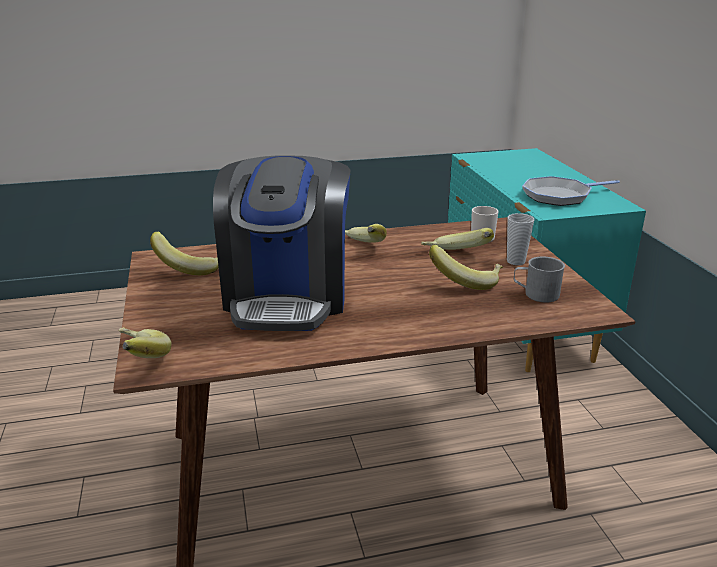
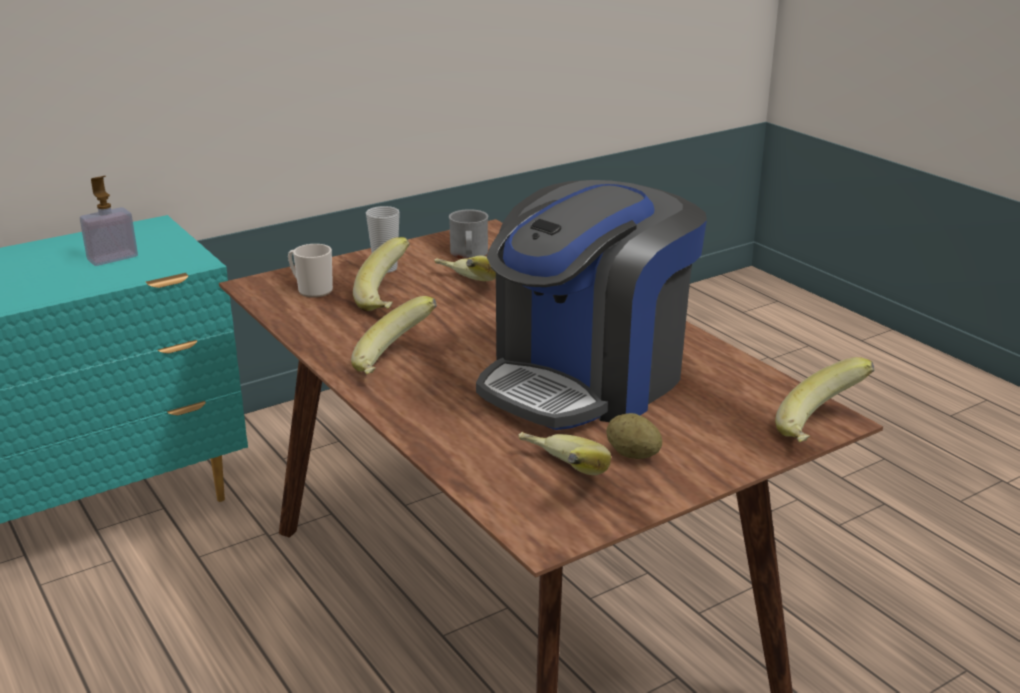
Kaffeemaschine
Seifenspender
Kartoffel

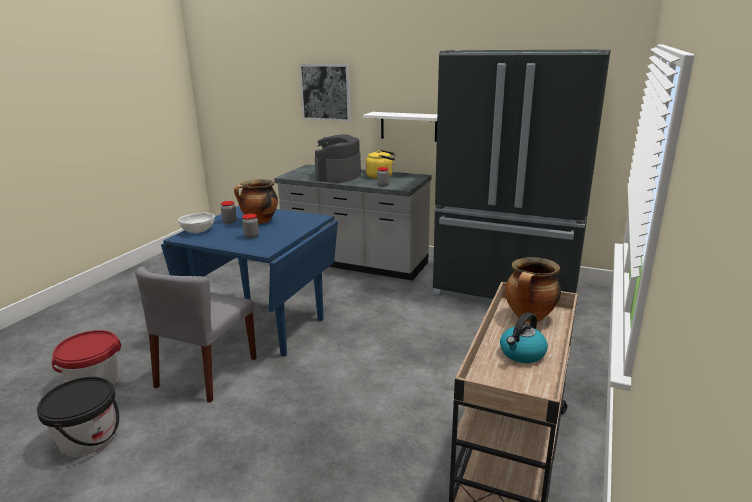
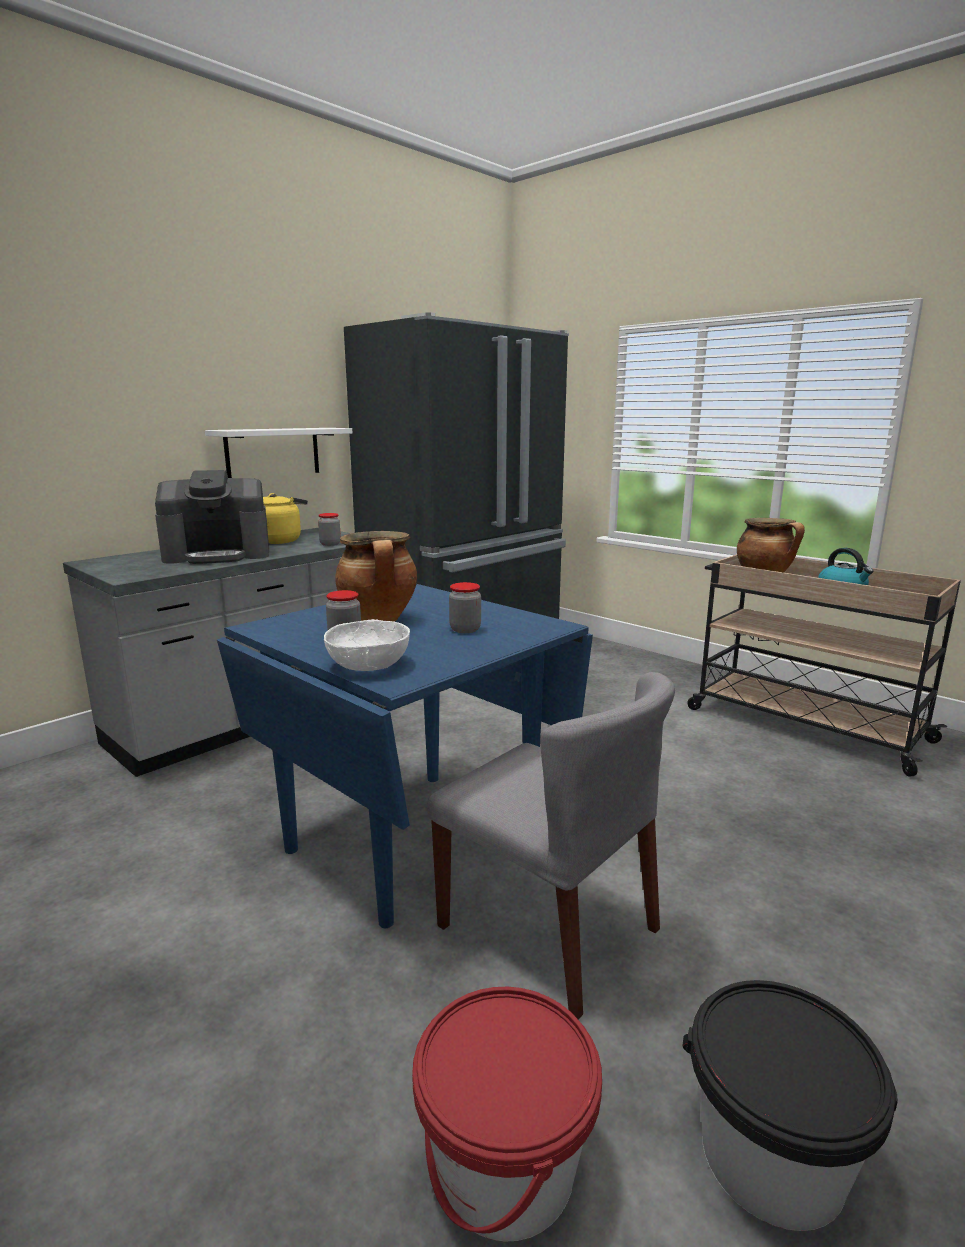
Bild
Kaffeemaschine

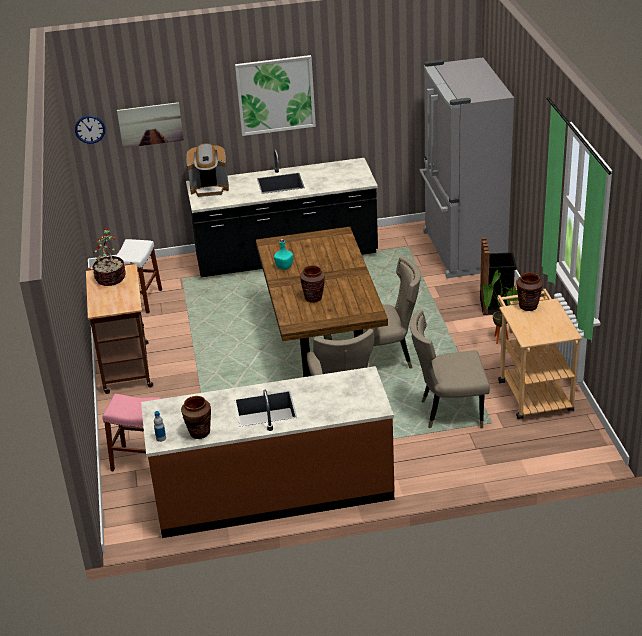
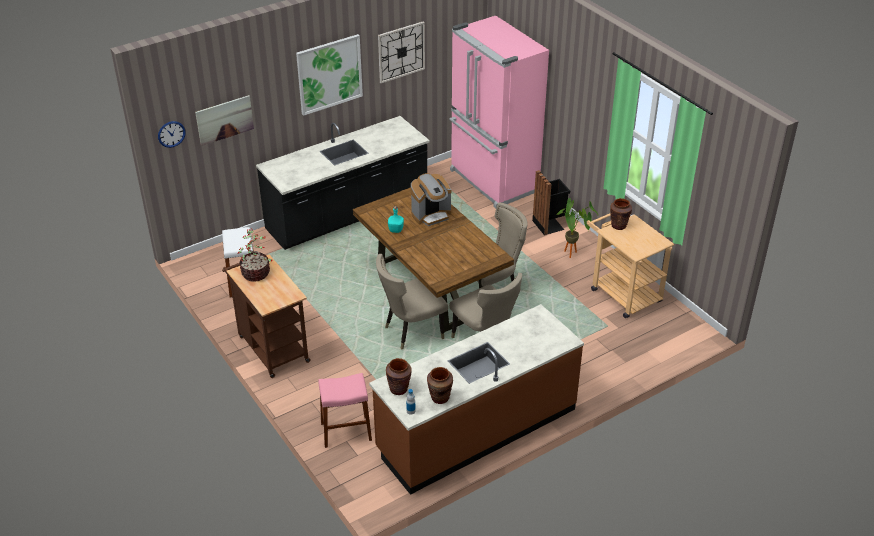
Kaffeemaschine
Vase (braun) (no. 1 from left)
Stuhl (beige) (no. 1 from left)
Kühlschrank (rosa)
Wanduhr (no. 2 from left)

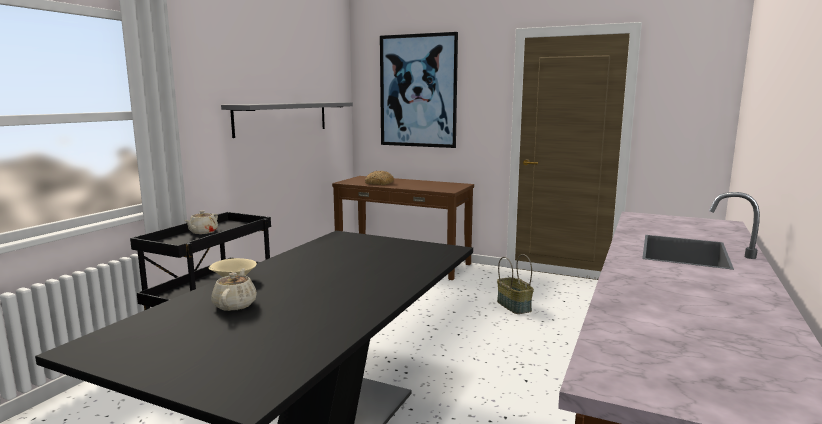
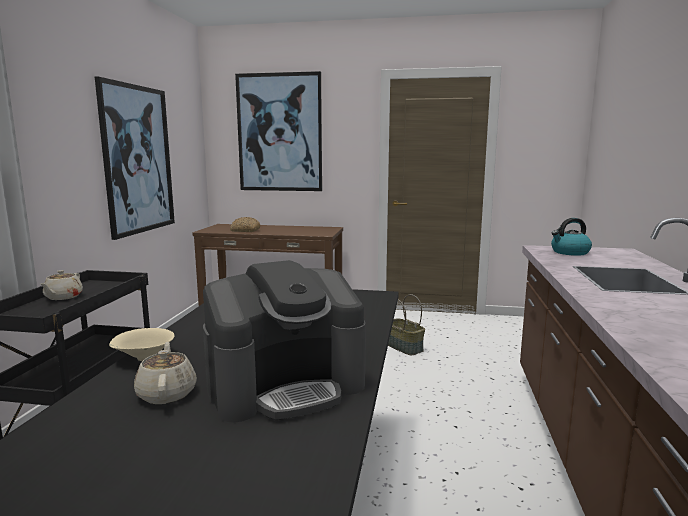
Bild (no. 1 from left)
Kaffeemaschine
Wasserkessel

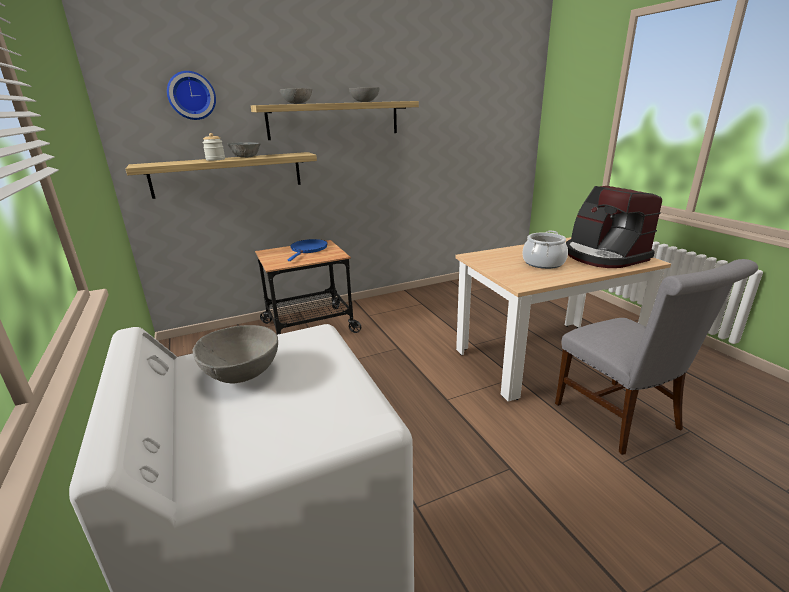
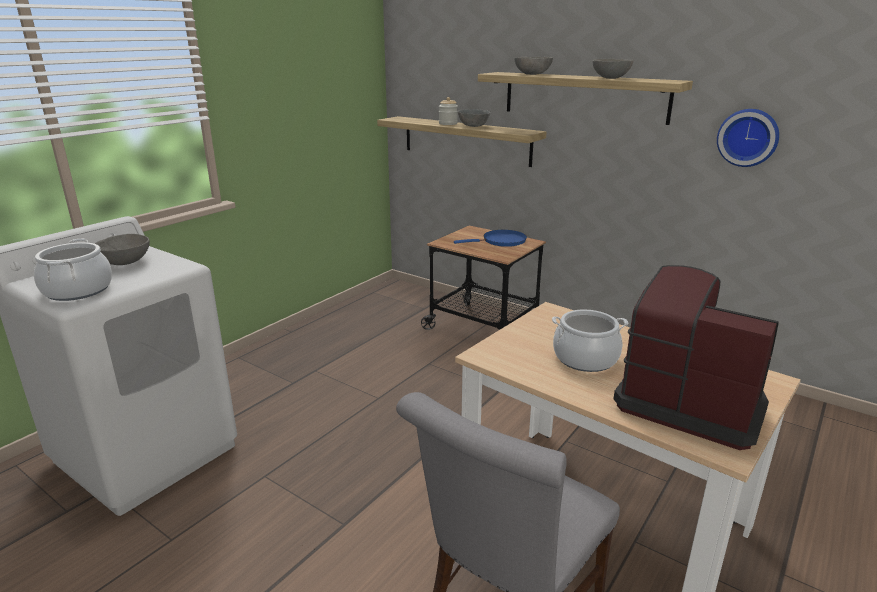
Wanduhr
Kaffeemaschine
Kochtopf (no. 1 from left)

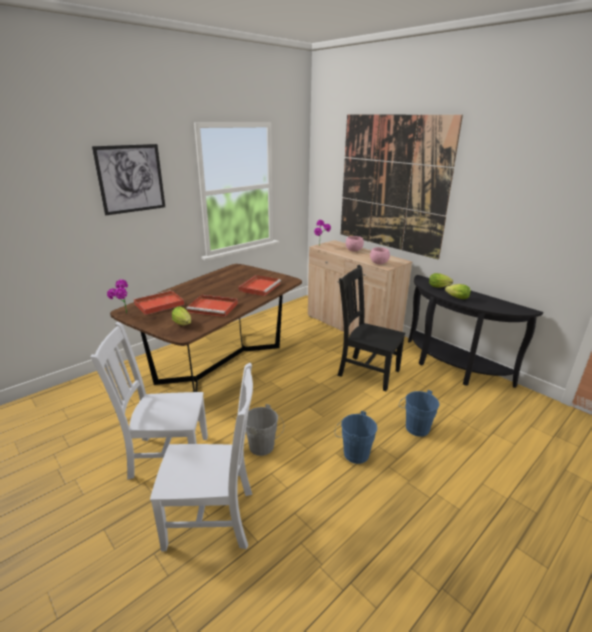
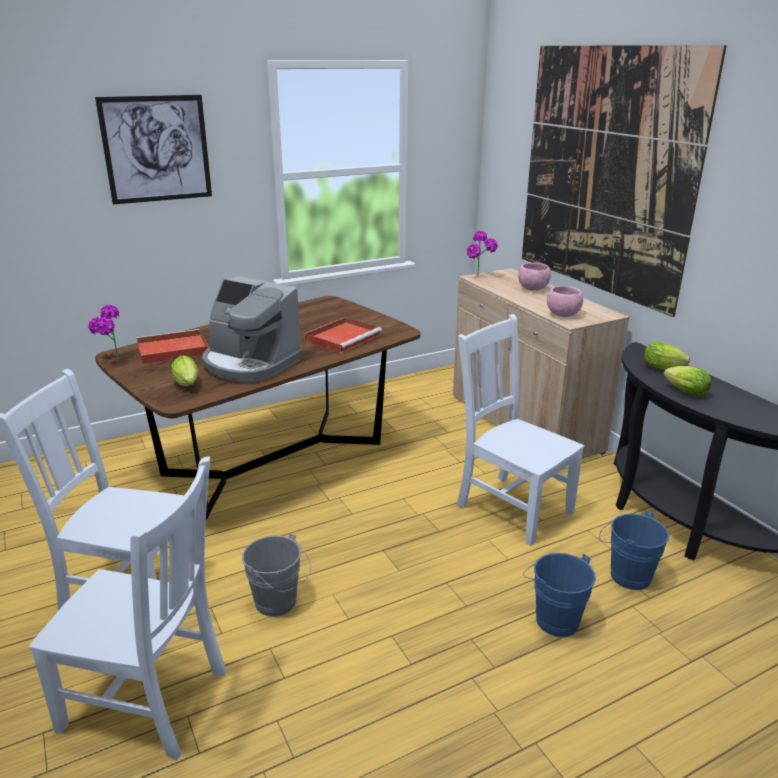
Kaffeemaschine
Eimer (blau) (no. 2 from left)
Stuhl (weiß) (no. 3 from left)

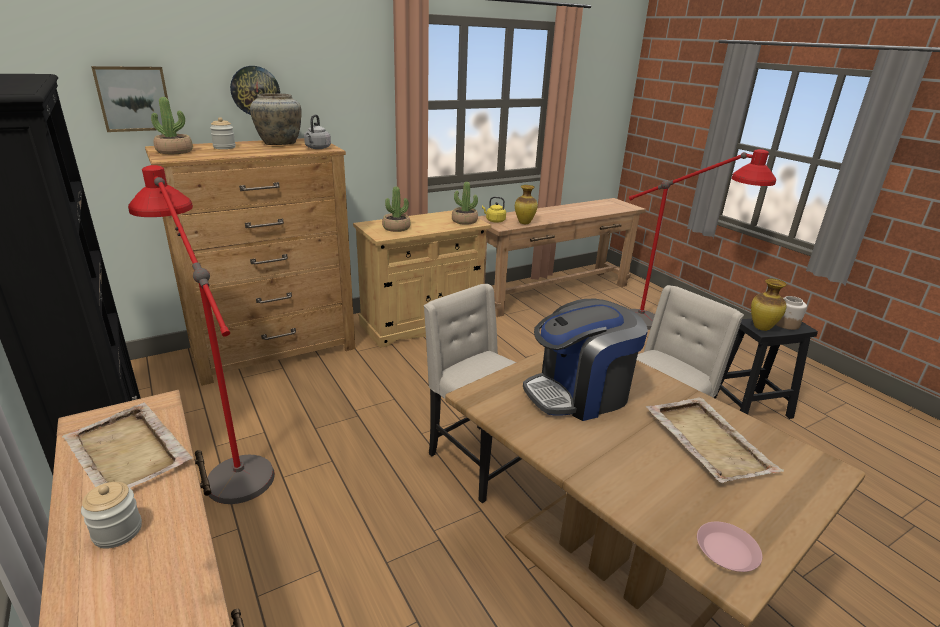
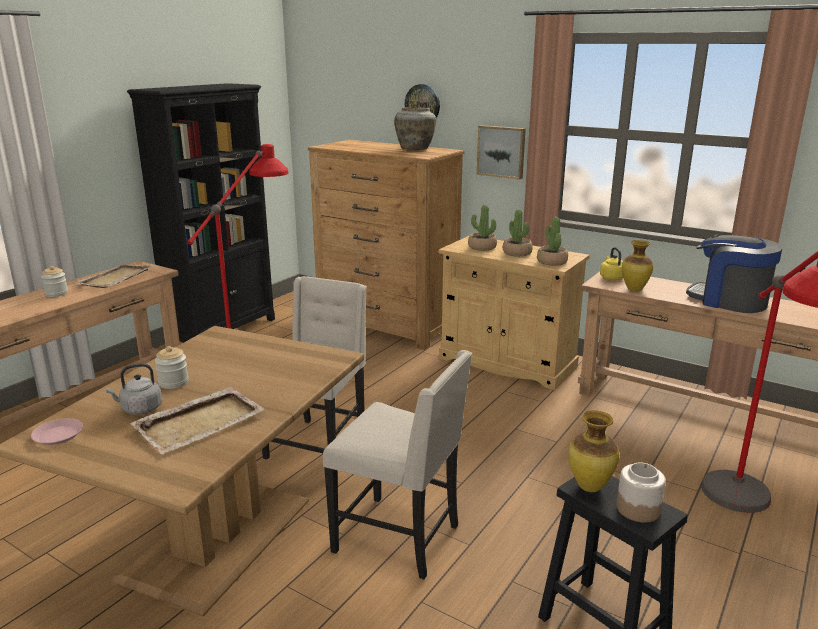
Bild
Topfpflanze (no. 2 from left)
Vorratsglas (no. 2 from left)
Wasserkessel (grau)
Kaffeemaschine

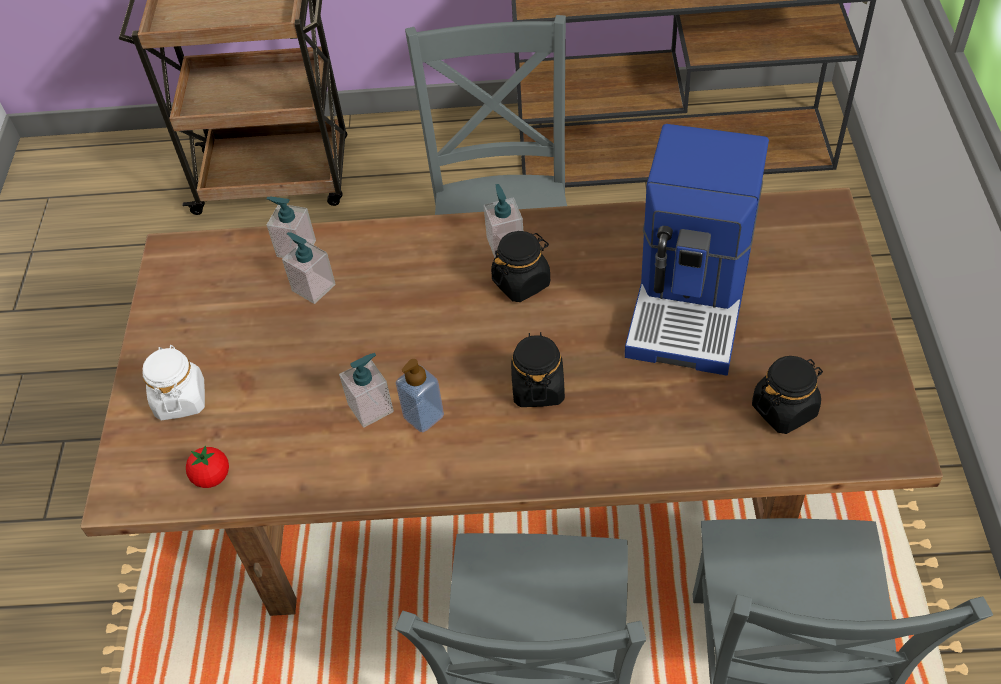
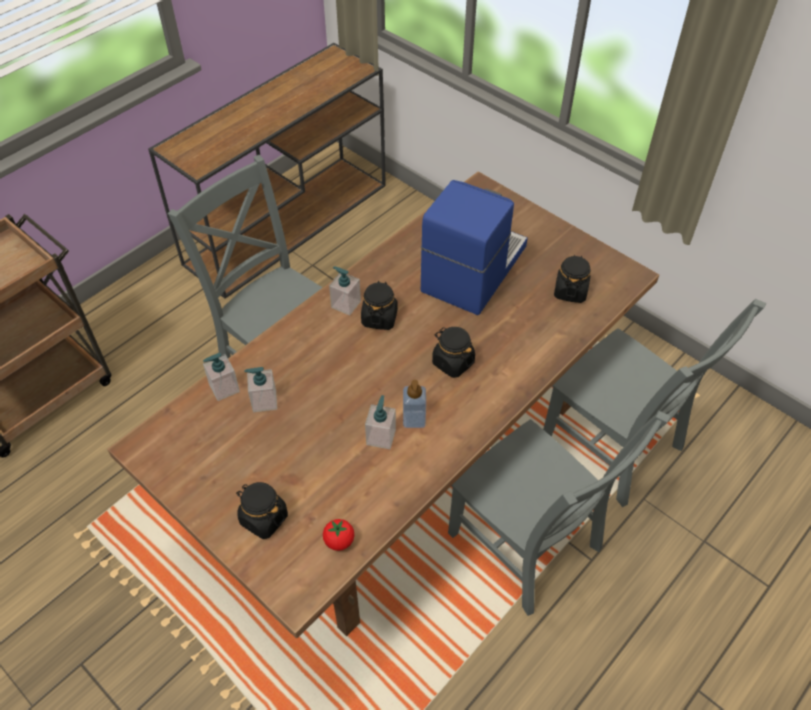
Vorratsglas (schwarz) (no. 1 from left)
Kaffeemaschine

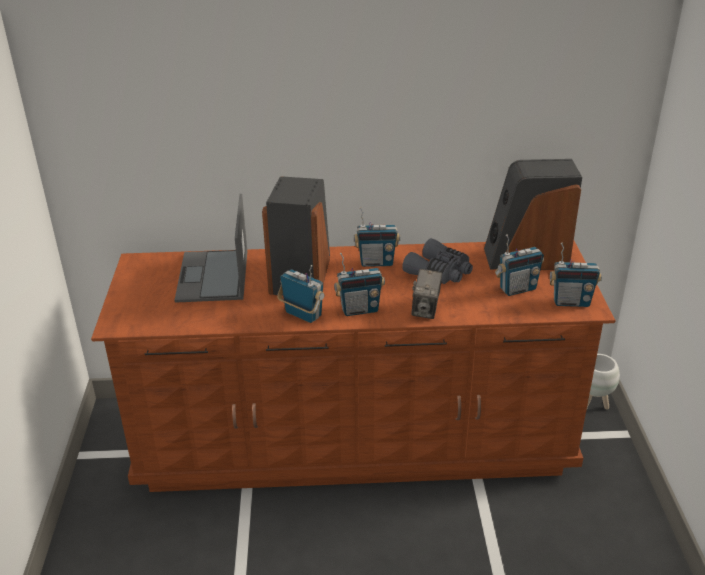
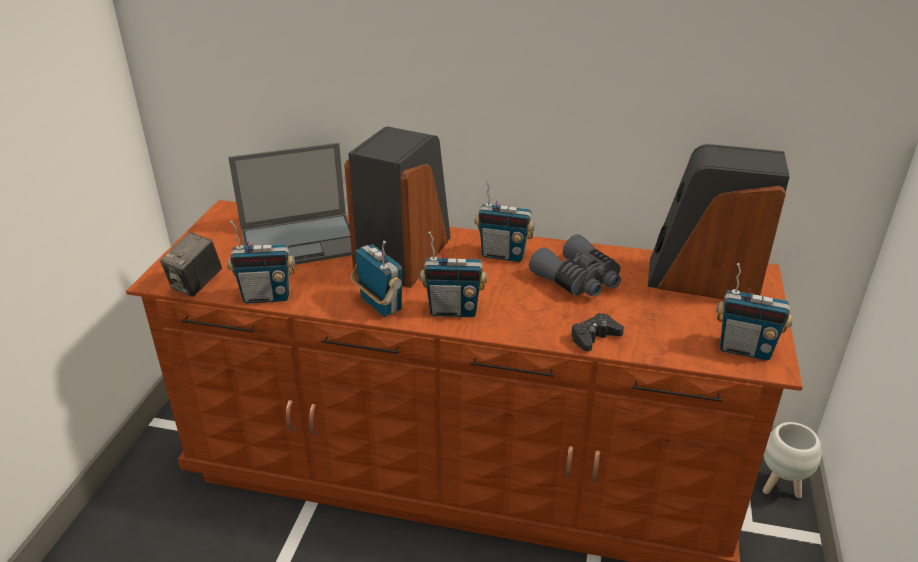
Laptop
Kamera
Radio (no. 1 from left)
Gamepad (schwarz)

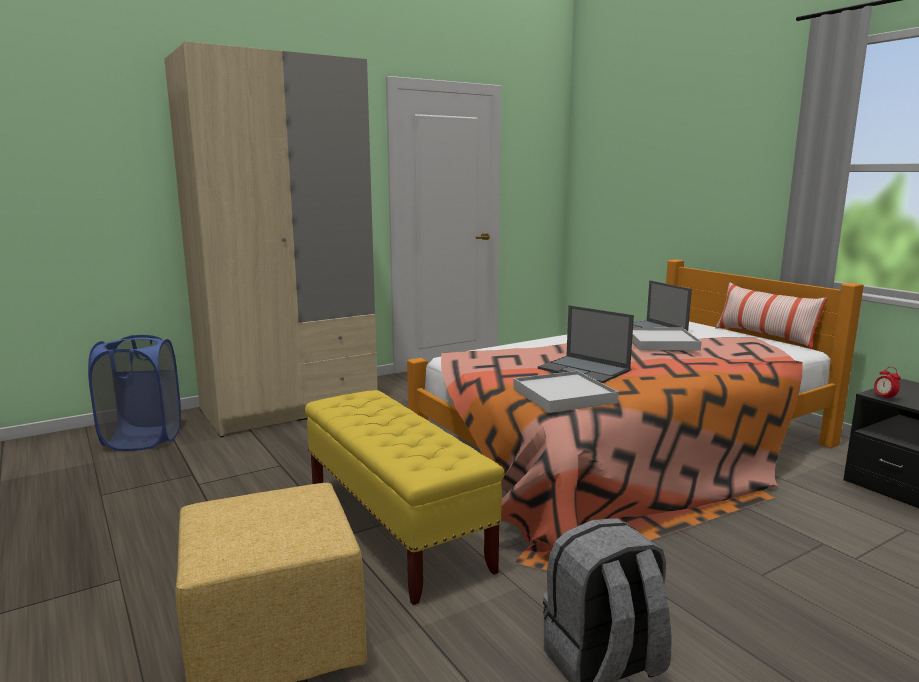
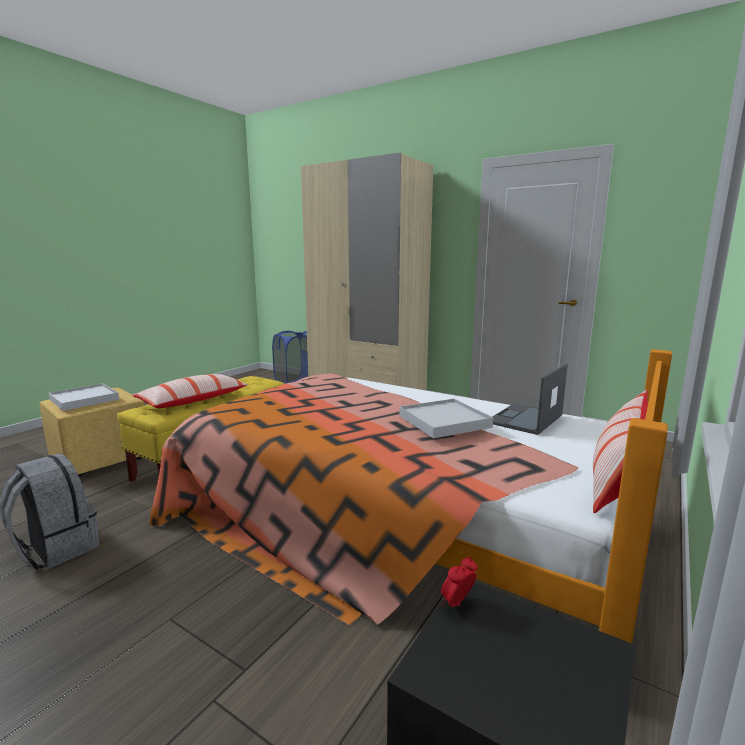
Tablett (weiß) (no. 1 from left)
Laptop (no. 1 from left in the first image)
Kissen (no. 1 from left)

